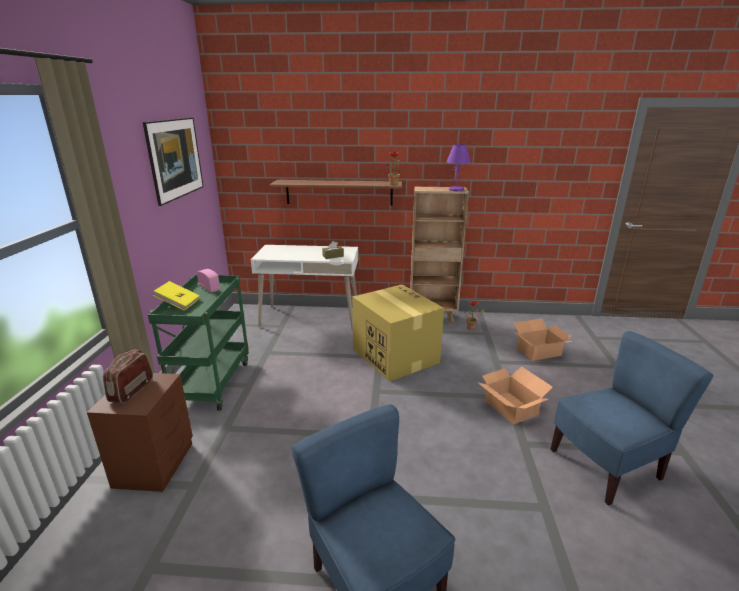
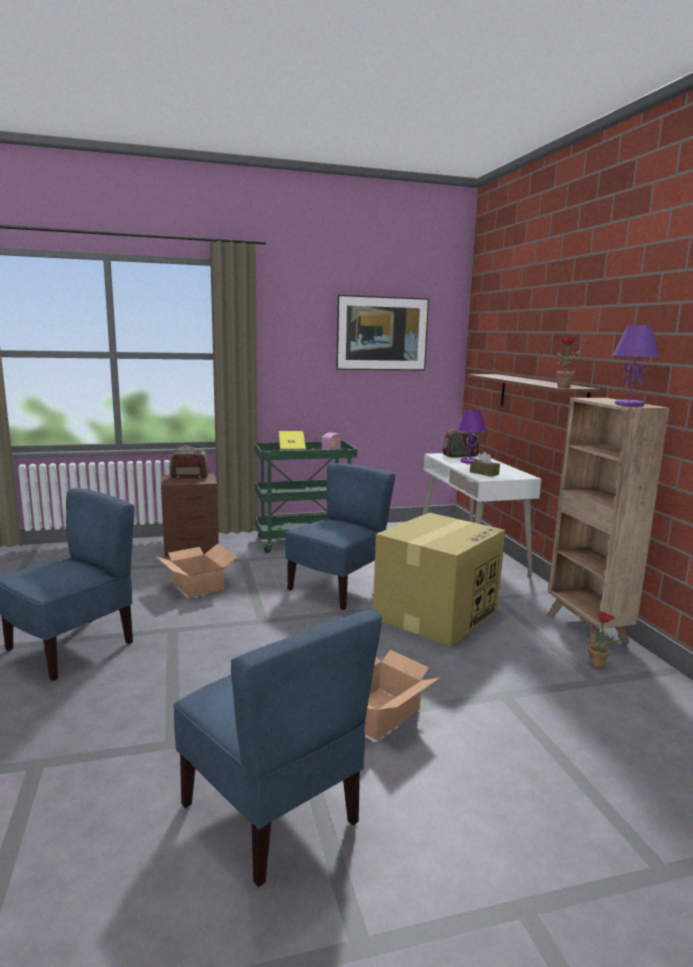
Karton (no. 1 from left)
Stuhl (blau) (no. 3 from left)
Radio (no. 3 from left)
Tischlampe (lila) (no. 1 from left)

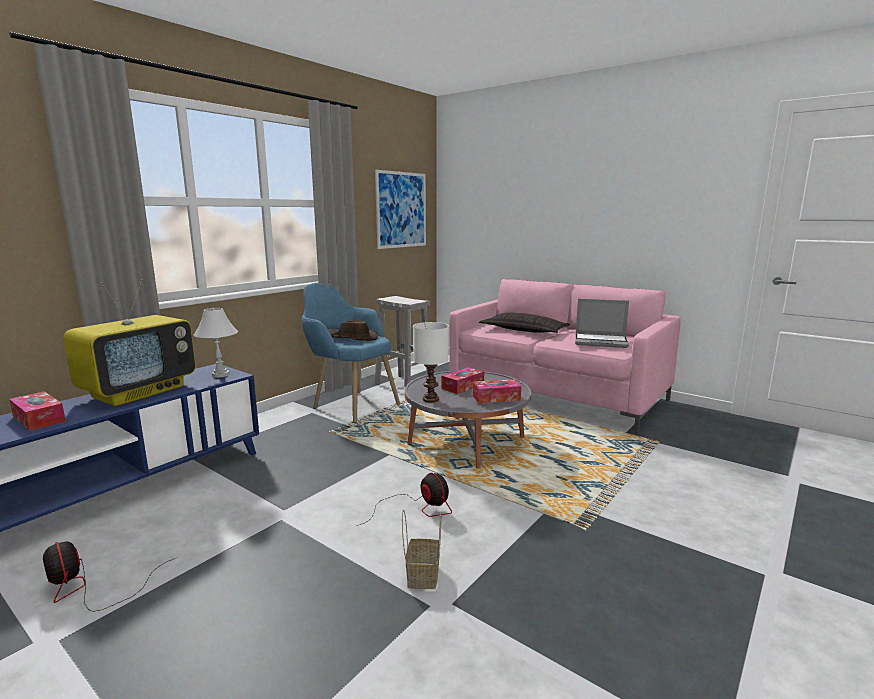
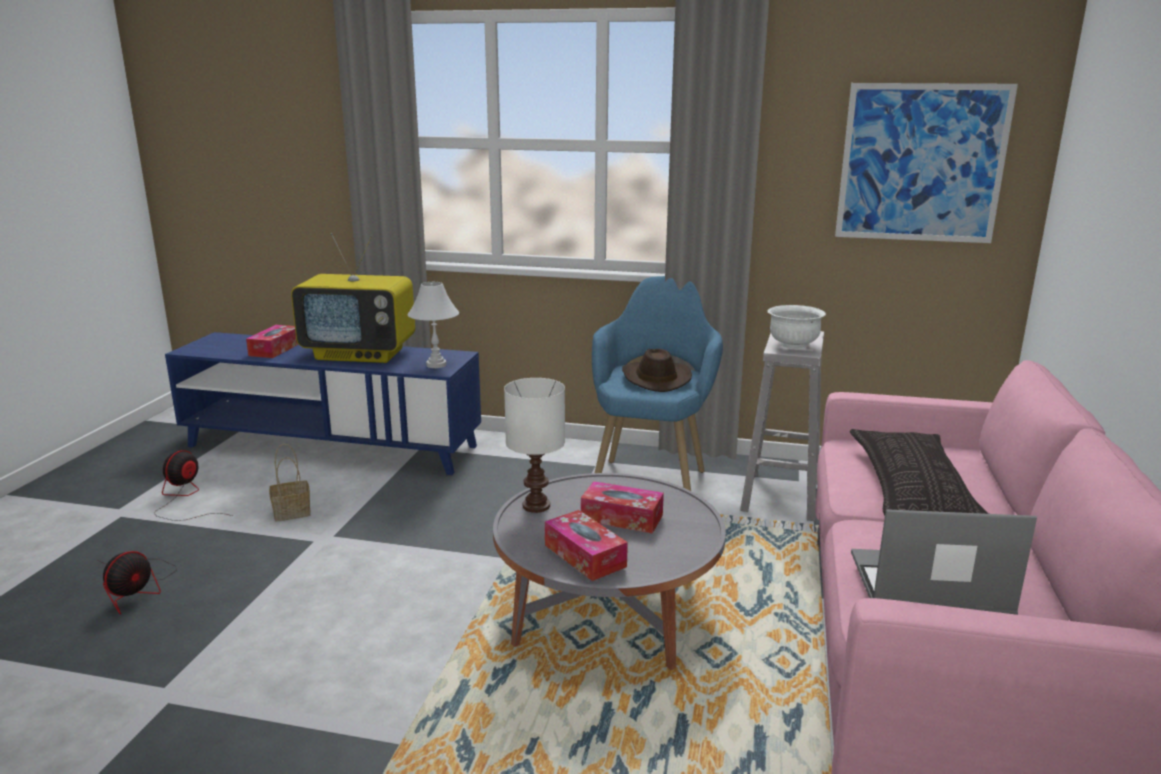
Ventilator (no. 1 from left)
Korb
Laptop
Schüssel (weiß)

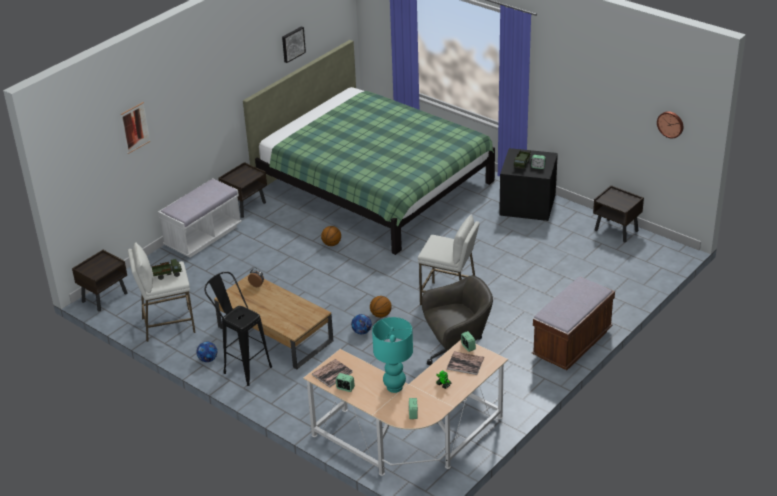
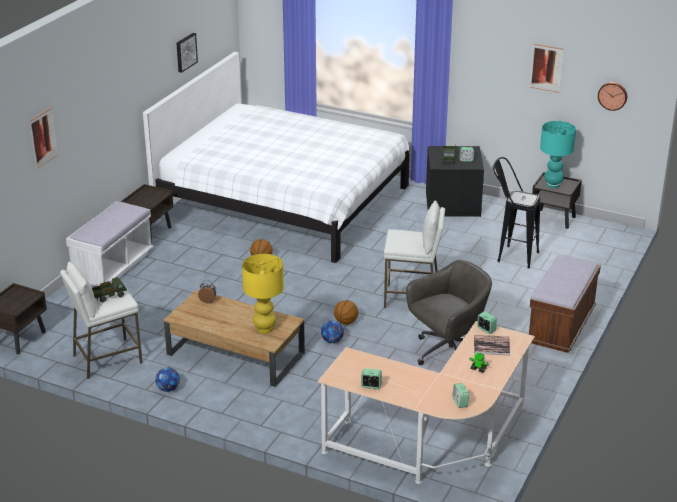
Hocker (schwarz)
Bett (weiß)
Buch (no. 1 from left in the first image)
Tischlampe (türkis)
Tischlampe (gelb)
Bild (no. 3 from left)

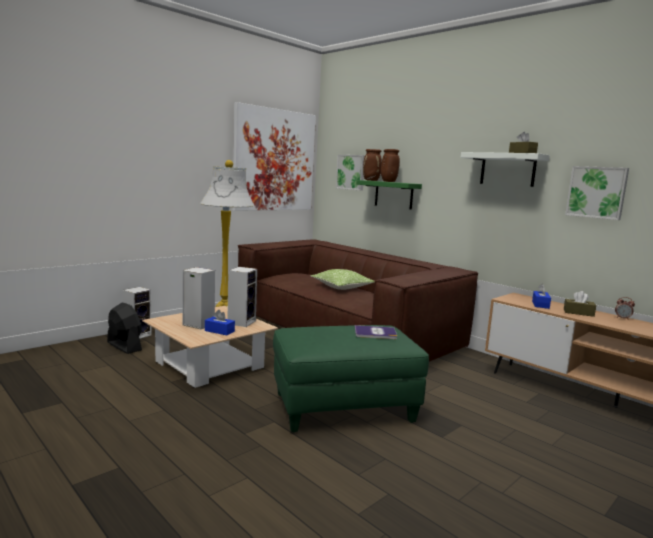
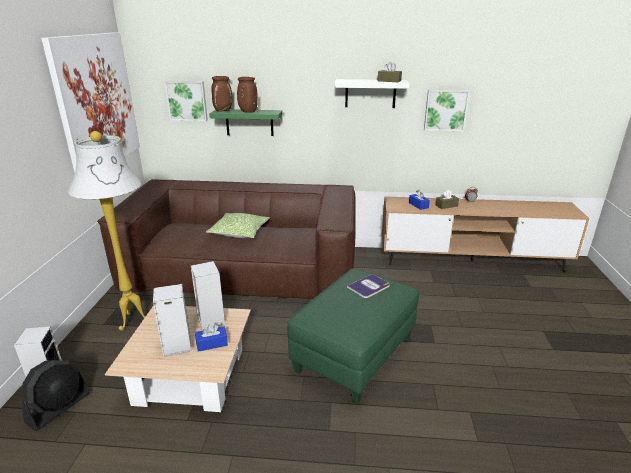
Ventilator (schwarz)

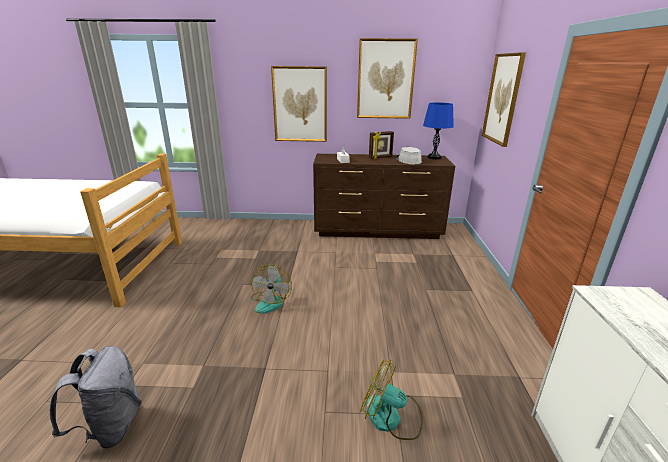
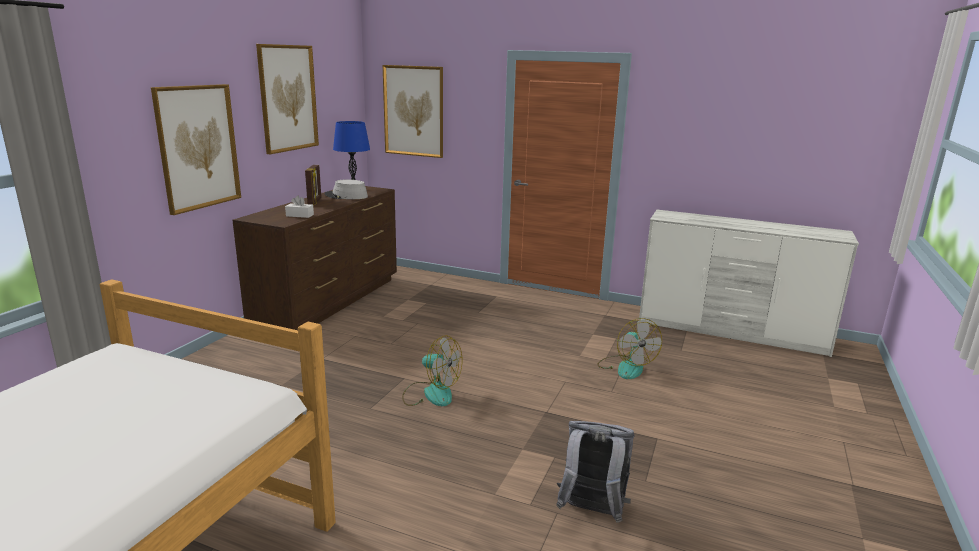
Ventilator (no. 2 from left)

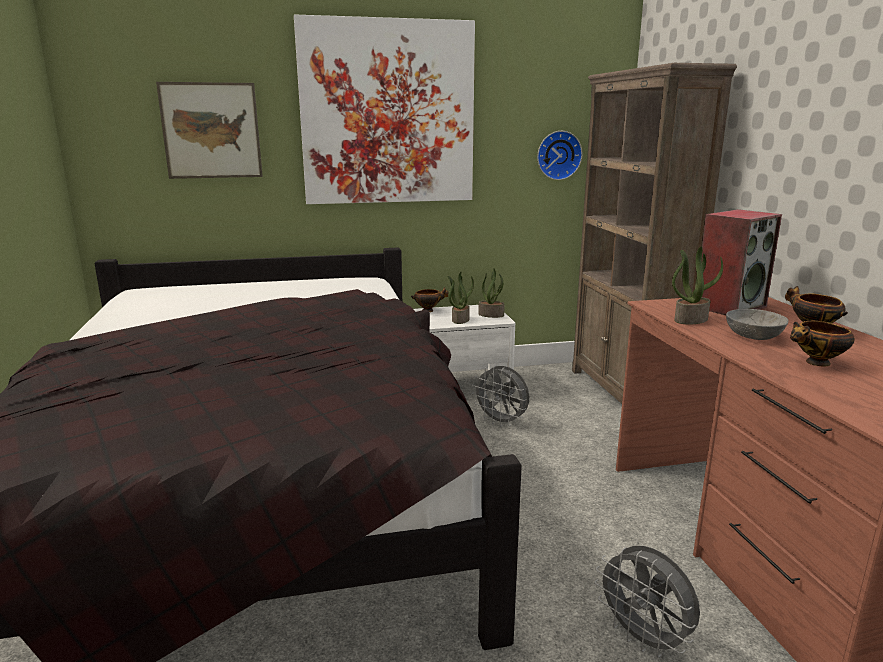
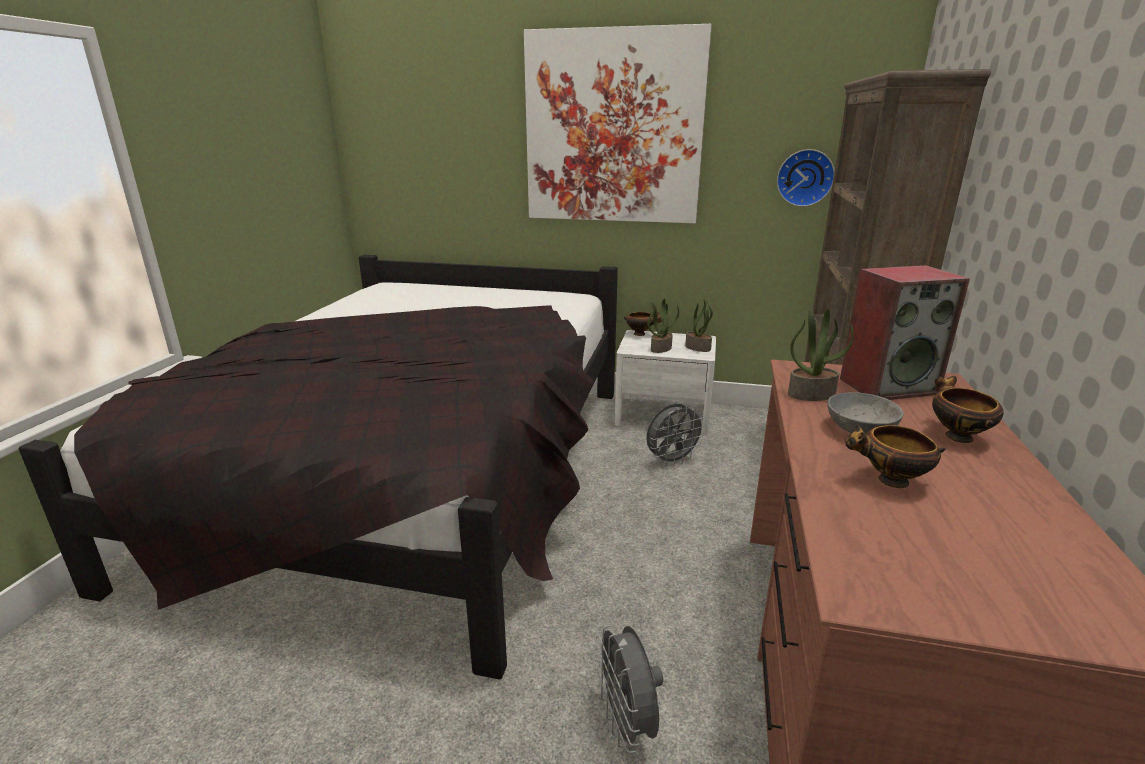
Bild (no. 1 from left in the first image)
Ventilator (grau) (no. 2 from left)

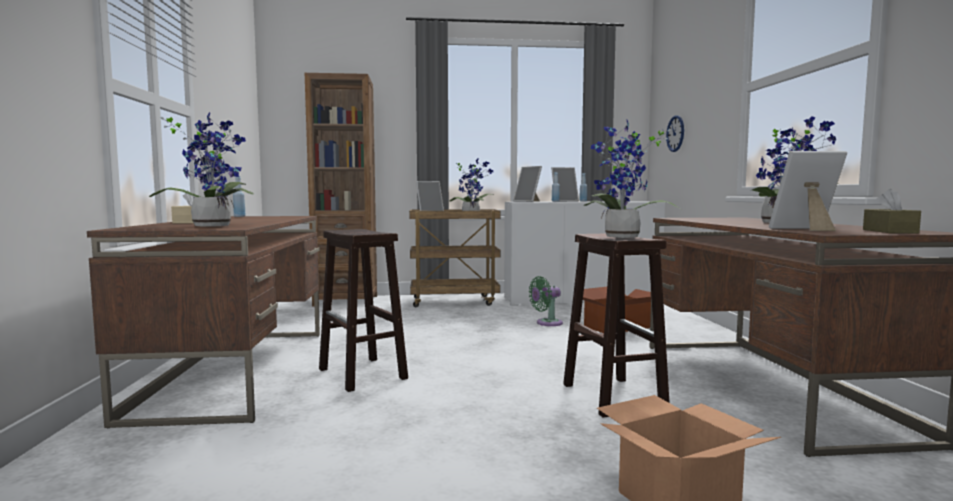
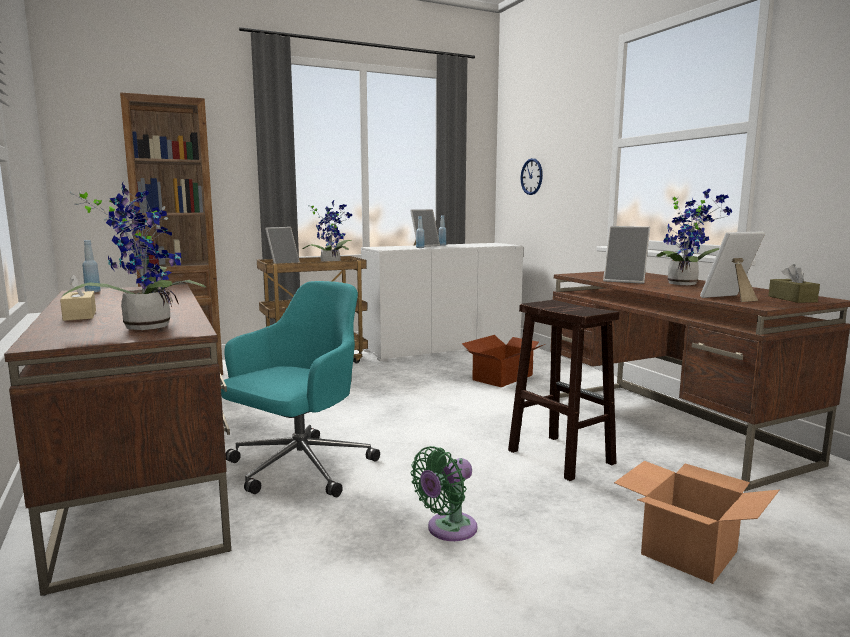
Bürostuhl (türkis)
Bilderrahmen (no. 3 from left)
Ventilator (grün)
Topfpflanze (no. 3 from left in the first image)

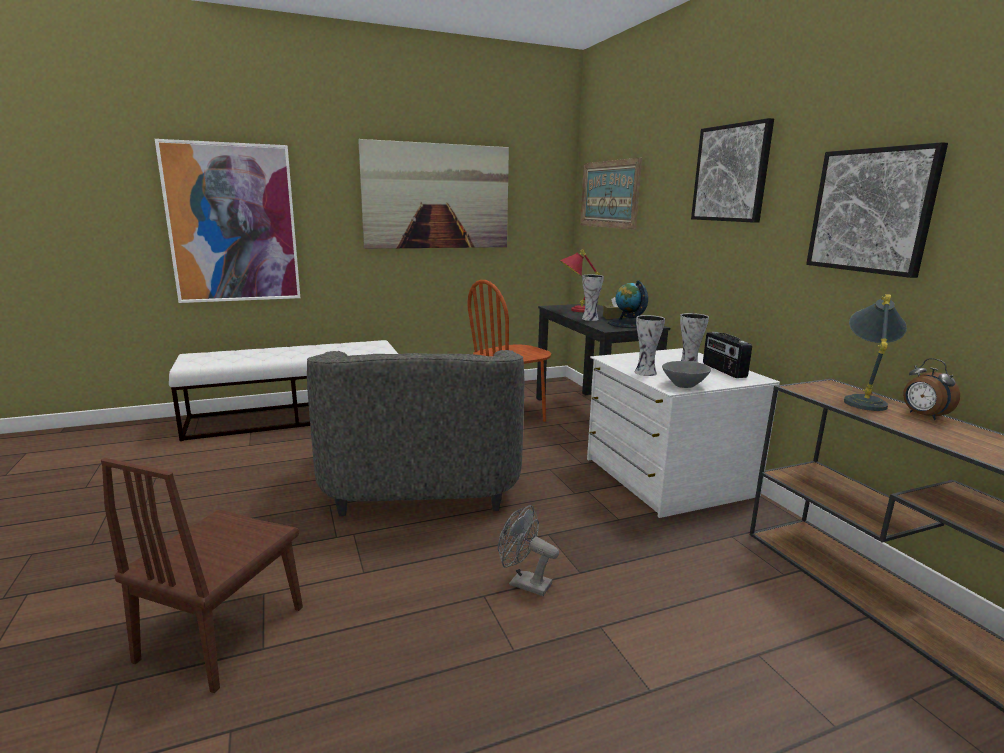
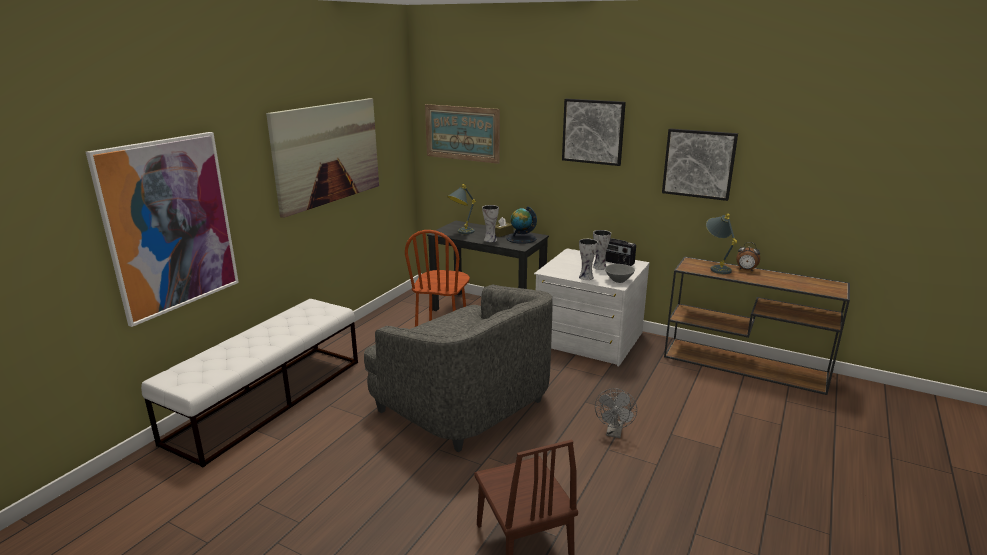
Ventilator (grau)
Tischlampe (grau) (no. 1 from left)

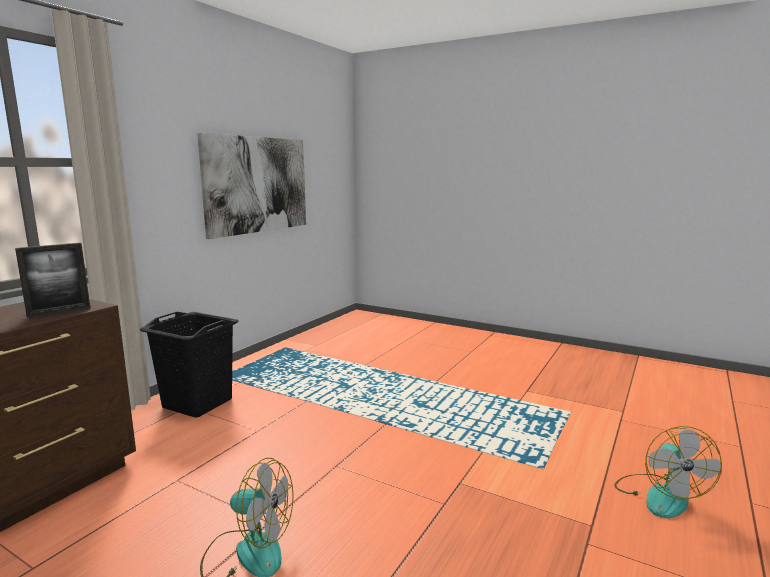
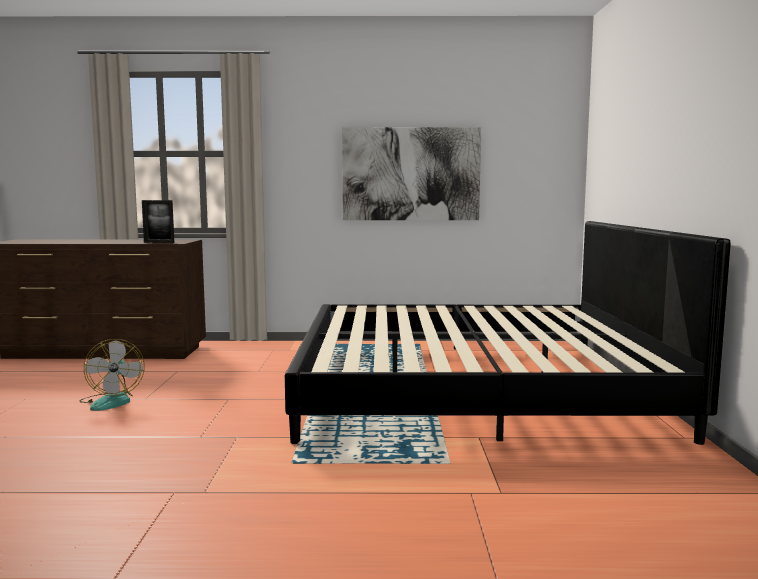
Wäschekorb (schwarz)
Ventilator (no. 2 from left in the first image)
Bett

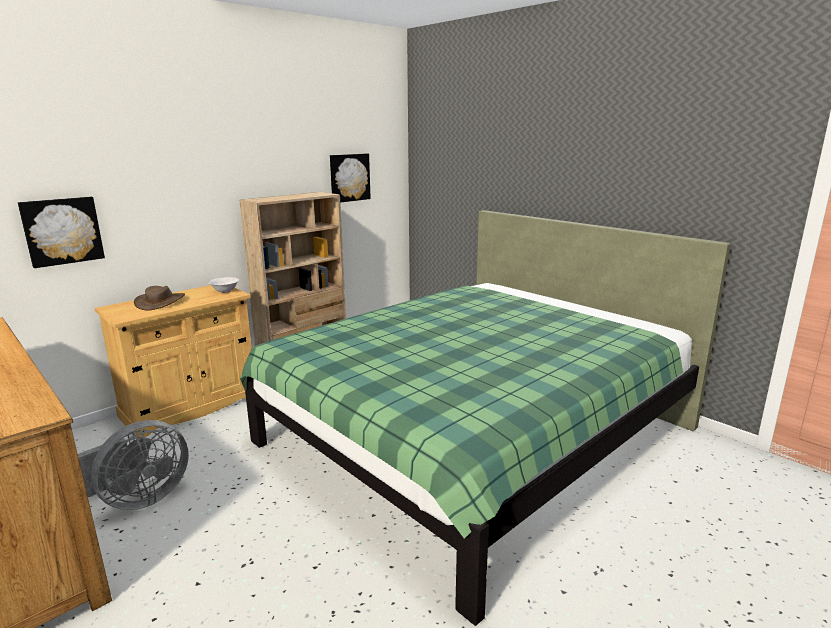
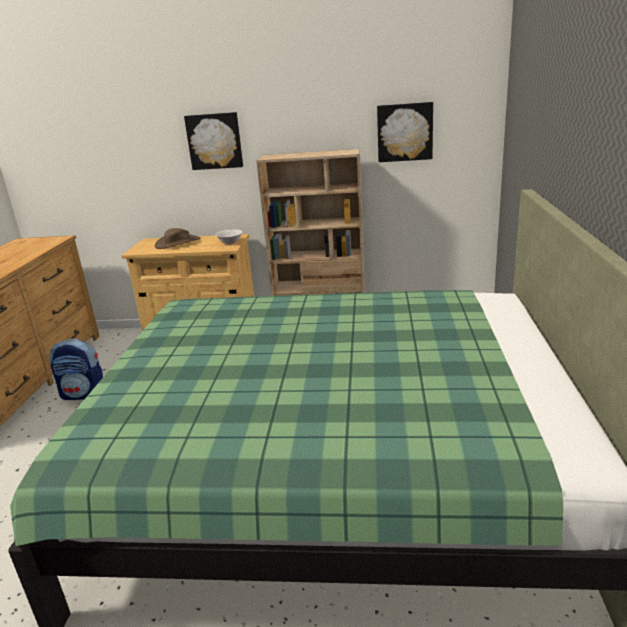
Bild (no. 1 from left)
Rucksack

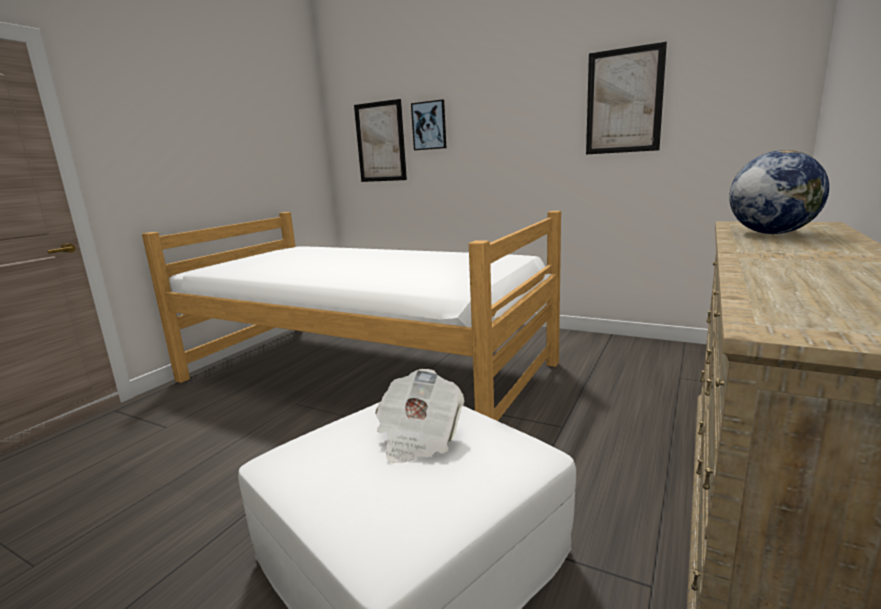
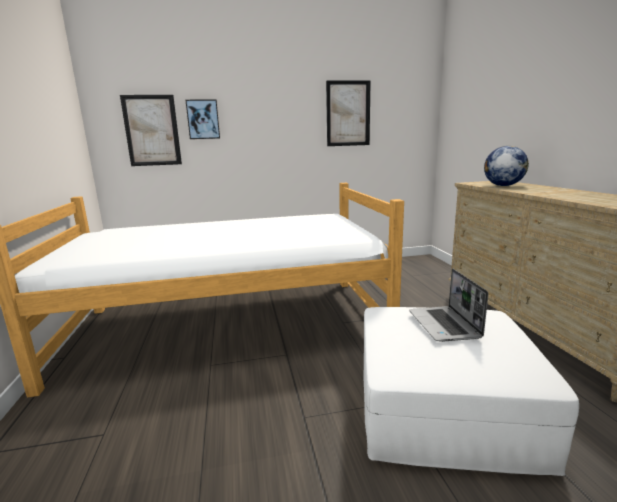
Laptop

